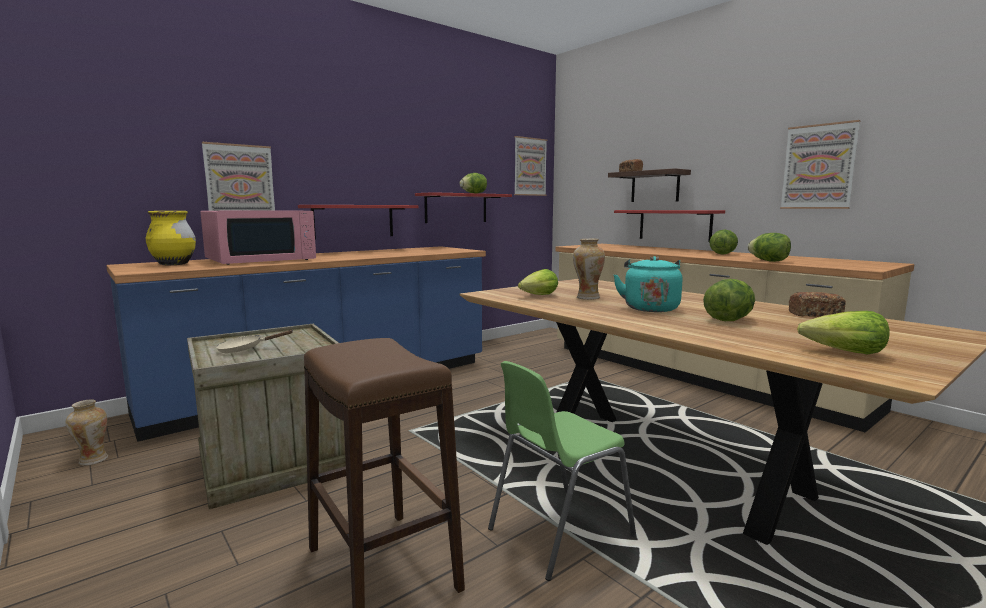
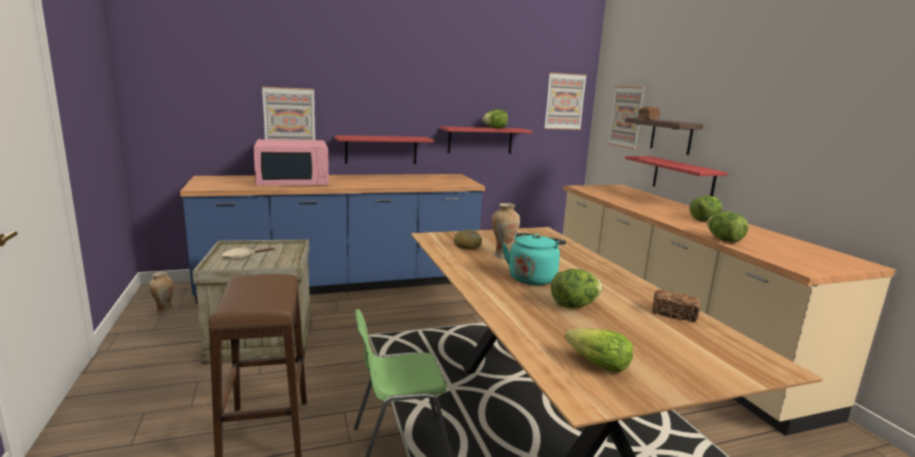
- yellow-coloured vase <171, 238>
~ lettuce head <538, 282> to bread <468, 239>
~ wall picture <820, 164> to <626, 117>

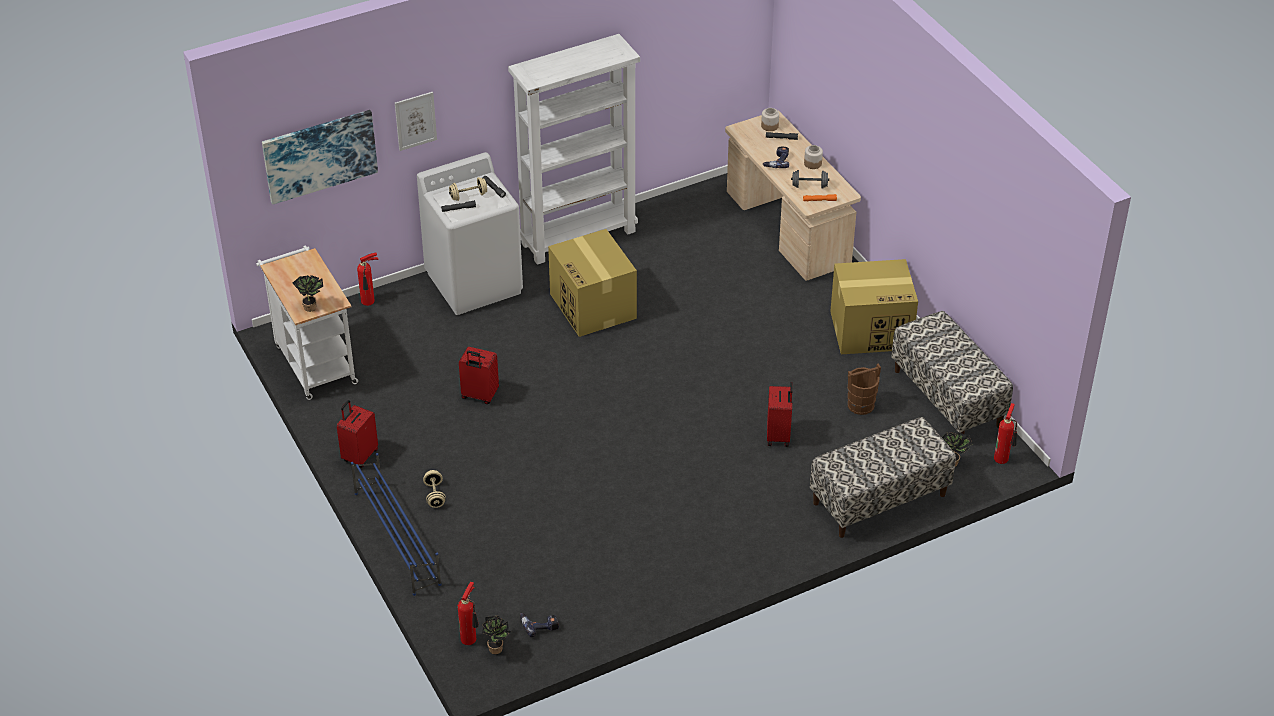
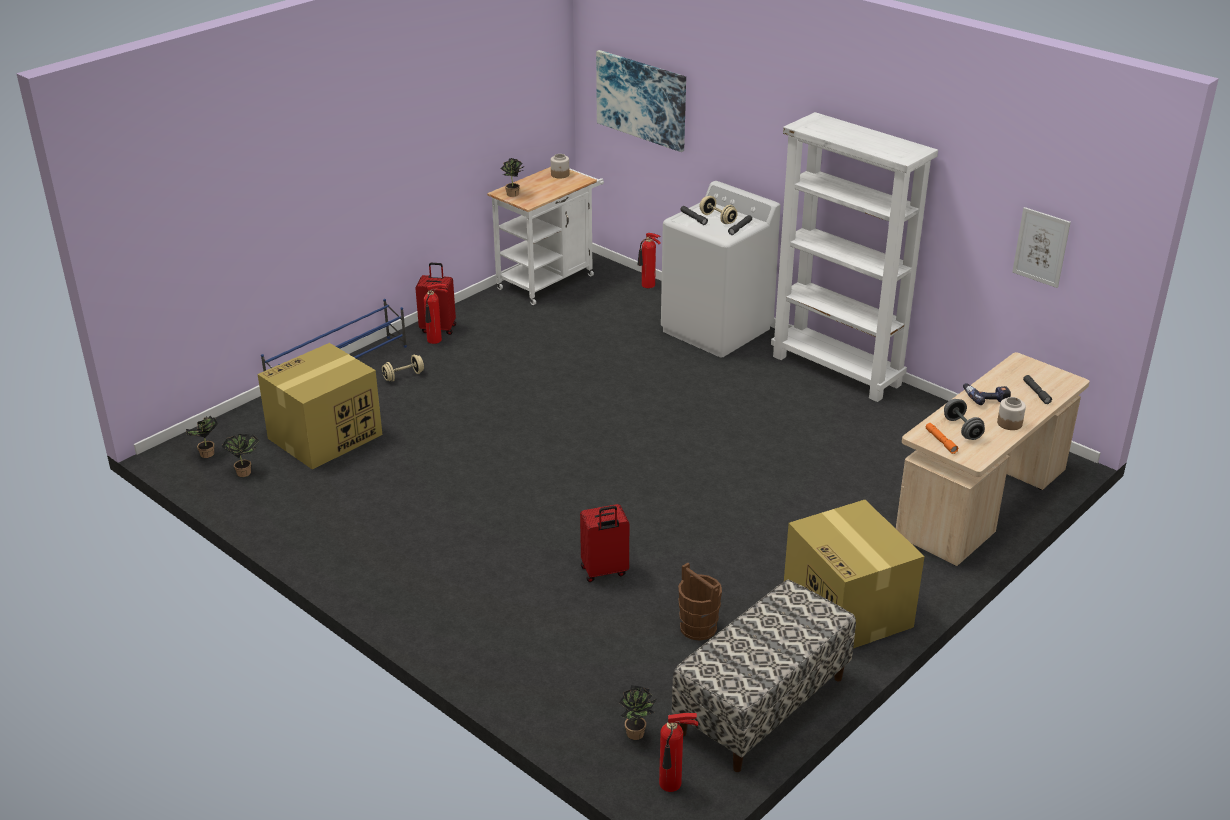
~ wall picture <416, 121> to <1041, 247>
~ extinguisher <468, 613> to <435, 314>
- red-coloured piece of luggage <479, 375>
~ drill <539, 625> to potted plant <240, 455>
~ cardboard box <592, 283> to <320, 406>
~ storage jar <770, 119> to <560, 166>
- bench <883, 477>

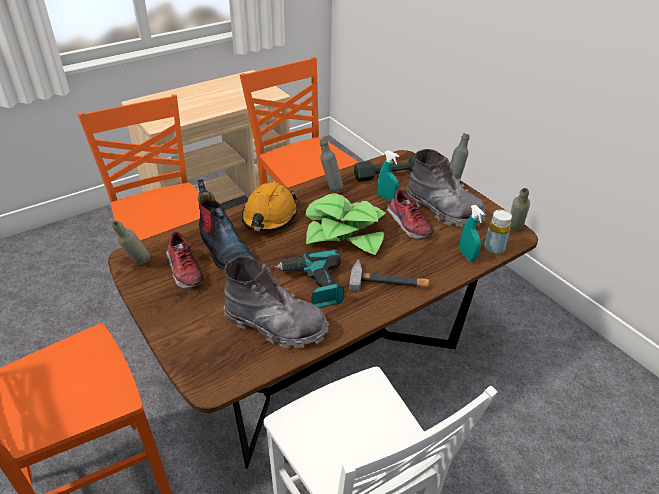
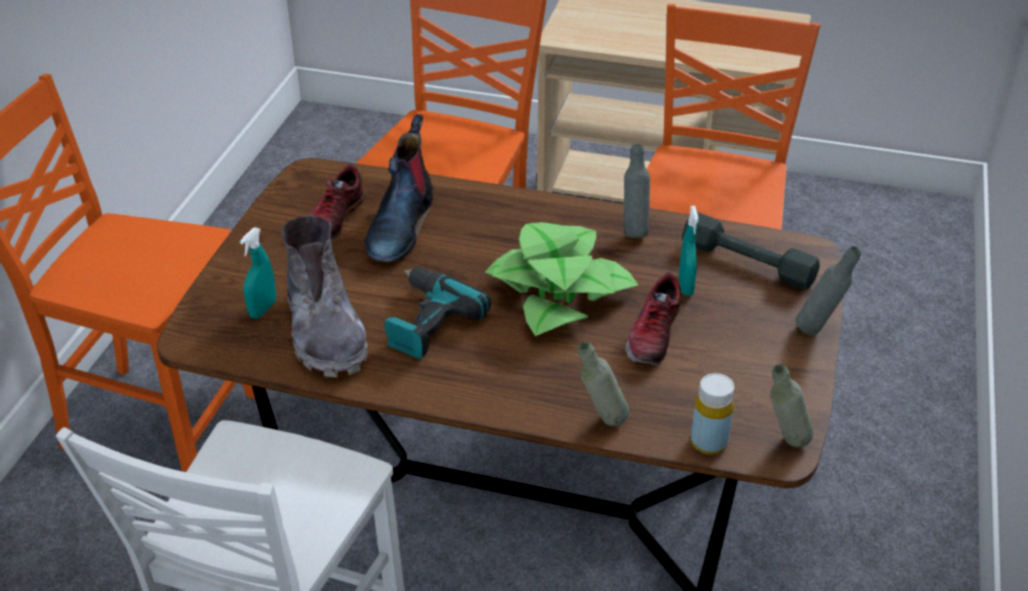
~ greyish beverage bottle <131, 243> to <603, 383>
- orange hard hat <270, 207>
- hammer <389, 275>
- greyish tall boot <446, 188>
~ turquoise-coloured hand sprayer <472, 233> to <258, 273>

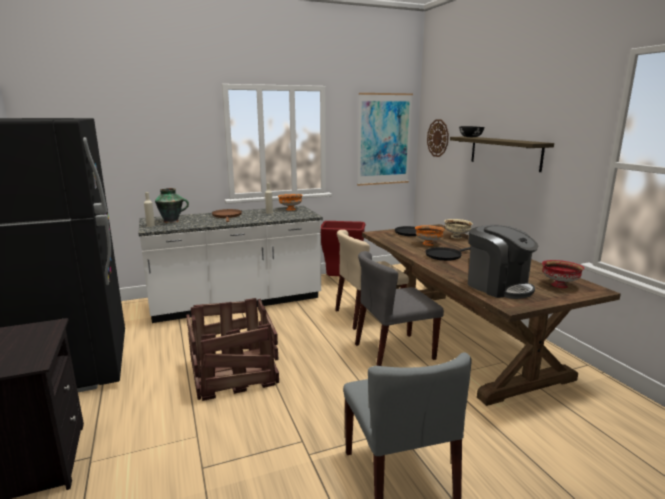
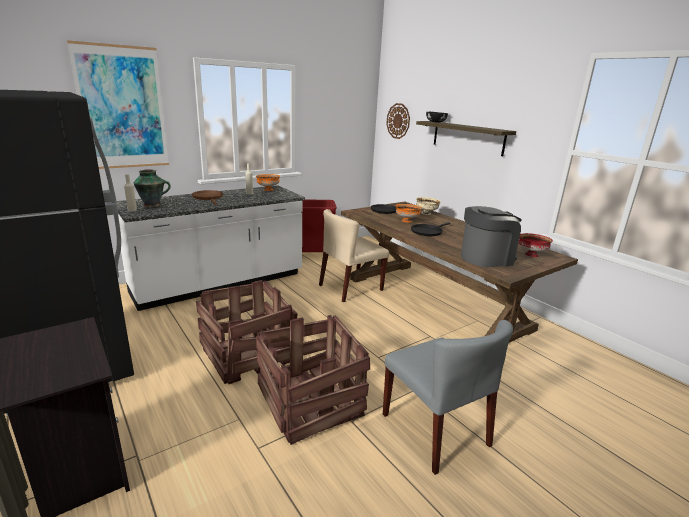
- greyish plain chair <399, 308>
~ wall picture <385, 139> to <118, 104>
~ coffee maker <503, 262> = <491, 236> 60 degrees counterclockwise
+ crate <313, 380>

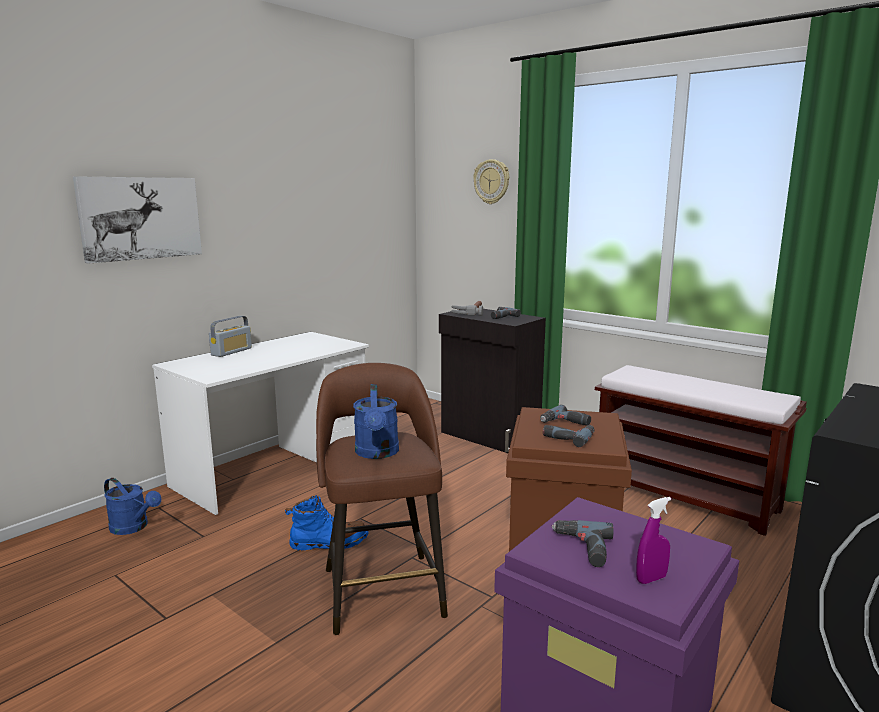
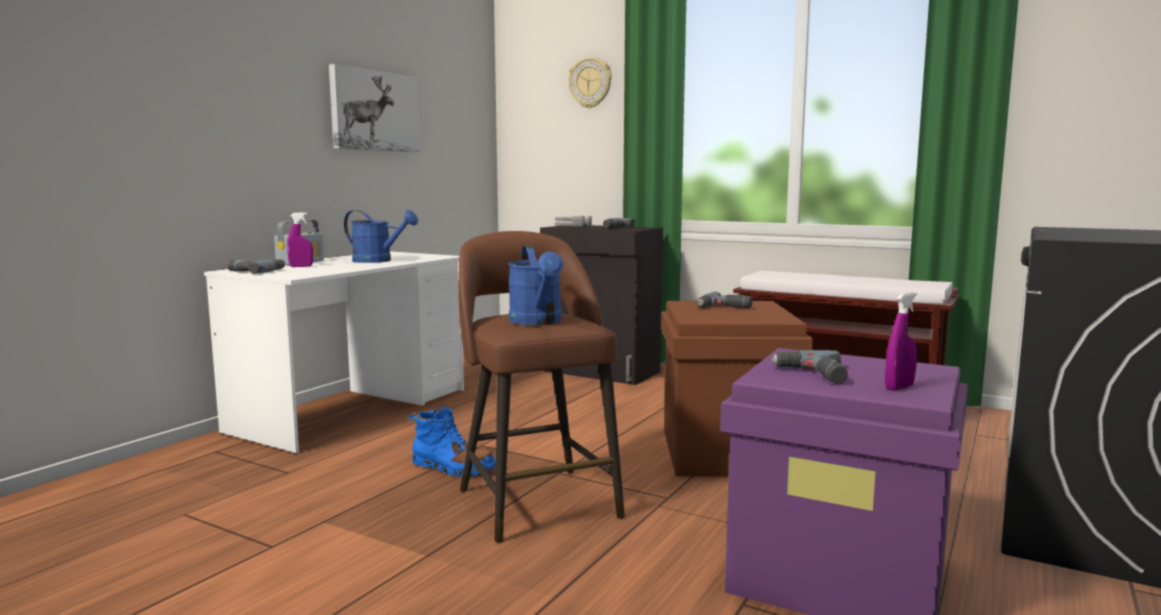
~ wall picture <137, 220> to <375, 108>
~ blue-coloured sprinkling can <132, 506> to <381, 236>
~ blue-coloured tall boot <327, 522> = <452, 440> 45 degrees clockwise
~ drill <569, 436> to <256, 266>
+ purple hand sprayer <300, 239>

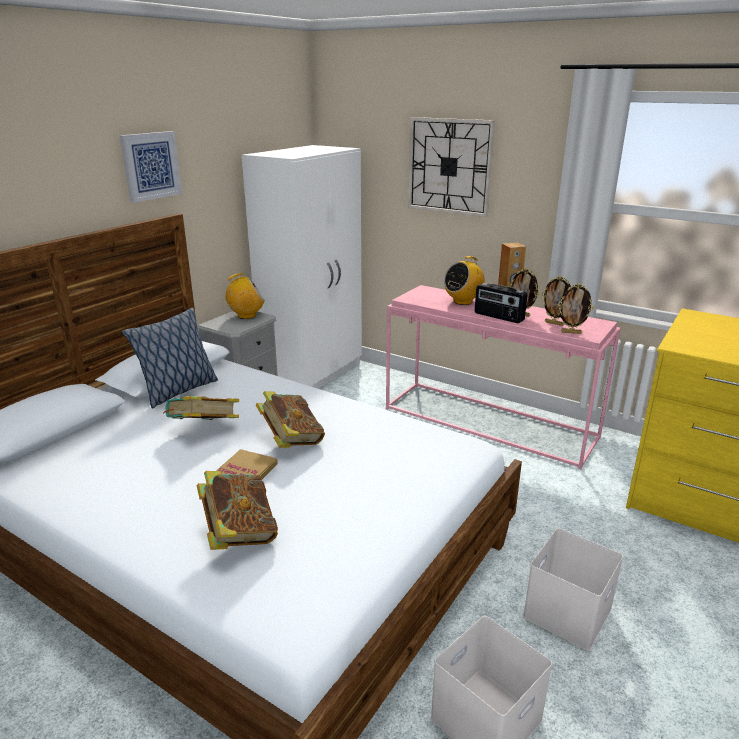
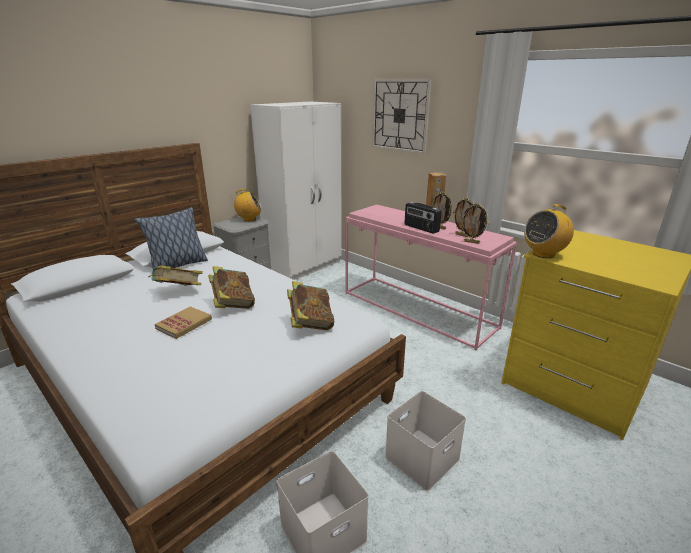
- wall picture <151, 167>
~ volume <237, 510> to <310, 305>
~ radio <464, 280> to <549, 231>

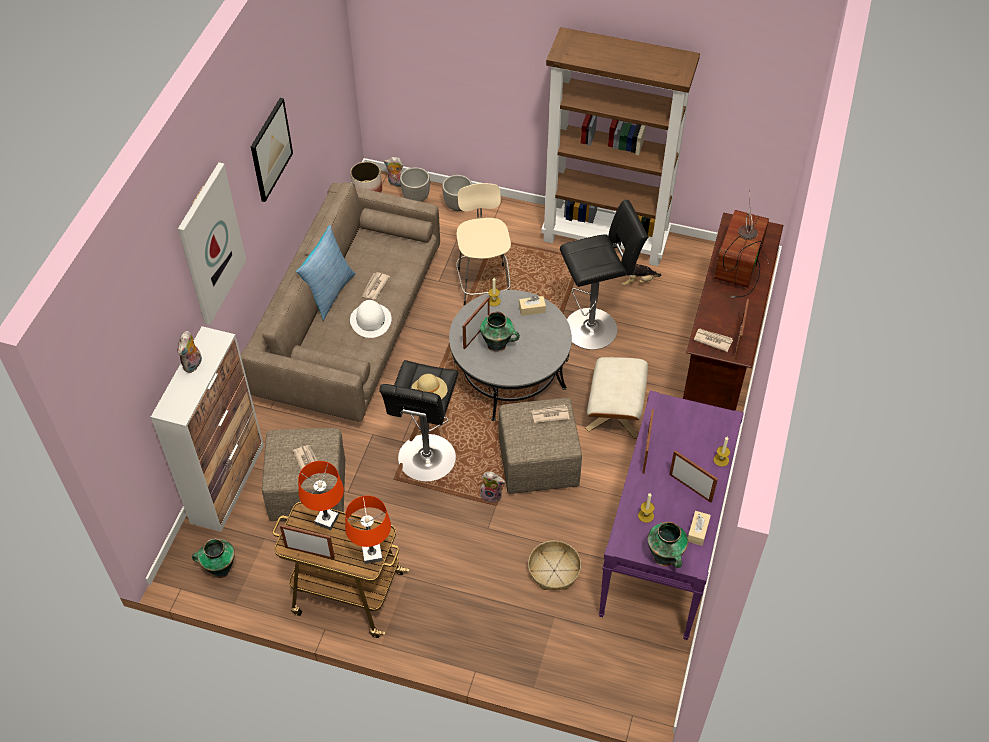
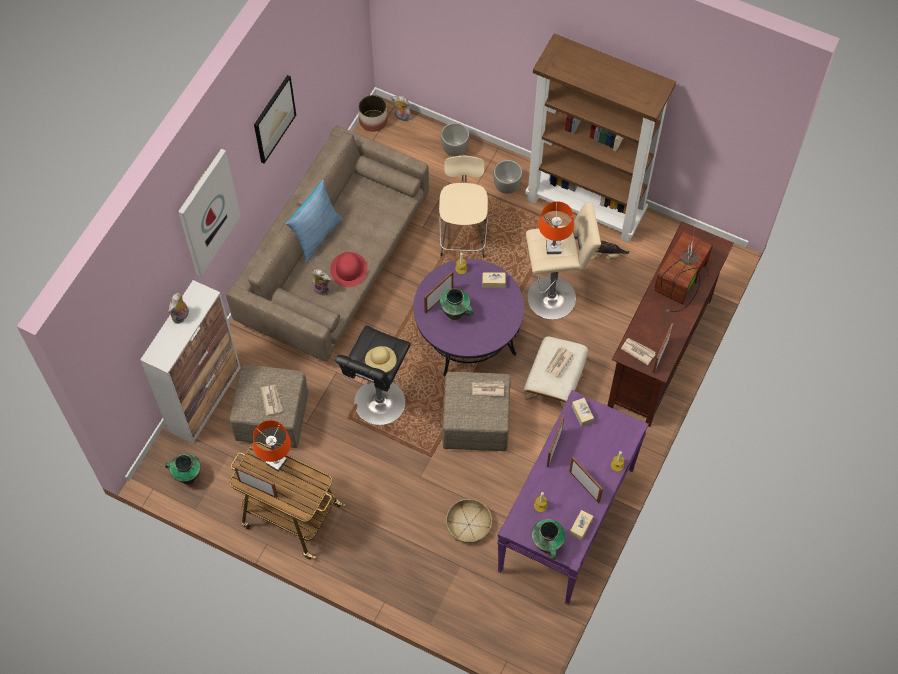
~ orange lamp for a table <368, 530> to <556, 227>
~ whitish clothing hat <370, 319> to red-coloured clothing hat <349, 269>
~ newspaper <376, 285> to <559, 362>
~ planter <415, 184> to <507, 177>
~ greyish coffee table <510, 355> to purple coffee table <468, 317>
~ soft toy <492, 487> to <321, 282>
~ black-coloured sitting stool <604, 275> to beige sitting stool <563, 261>
+ beige box of tissues <583, 412>

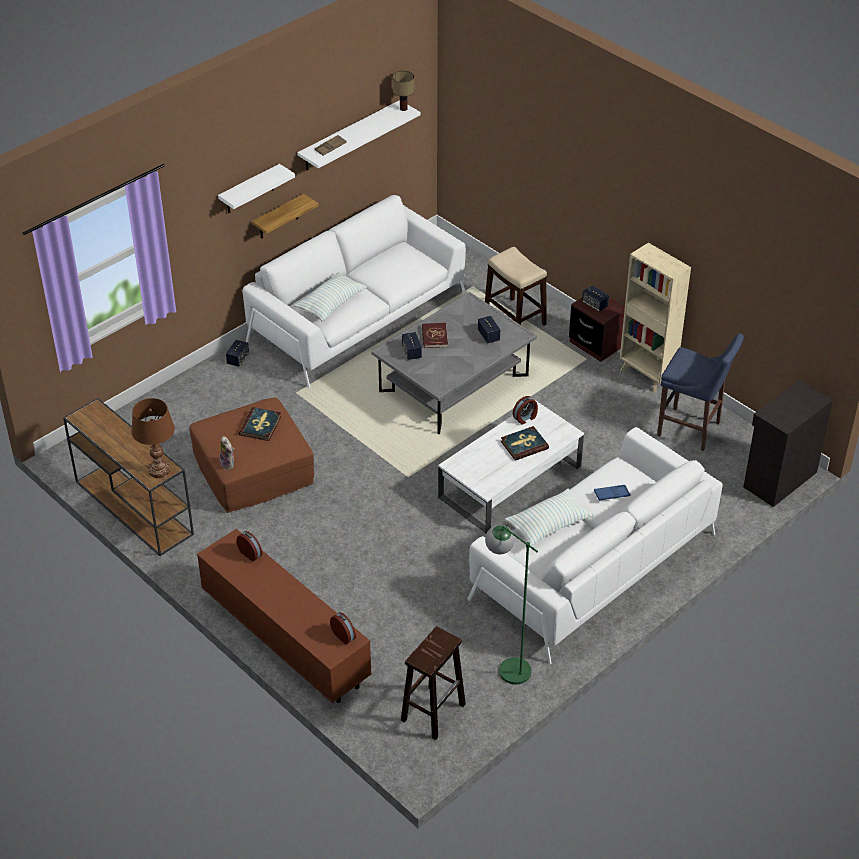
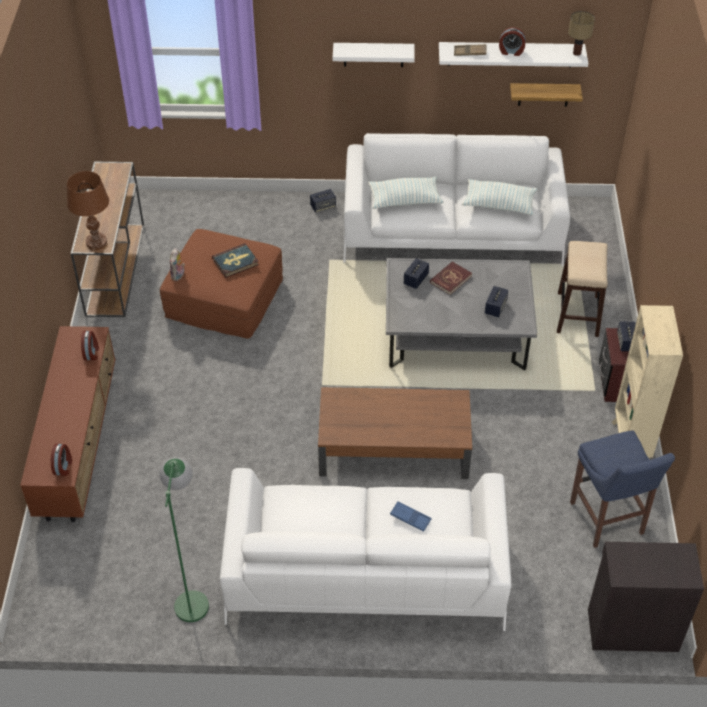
~ bracket shelf <285, 216> to <546, 94>
- brownish sitting stool <433, 683>
~ whitish coffee table <511, 467> to brownish coffee table <395, 433>
- volume <525, 443>
~ throw pillow <549, 517> to <499, 197>
~ bedside clock <525, 410> to <512, 41>

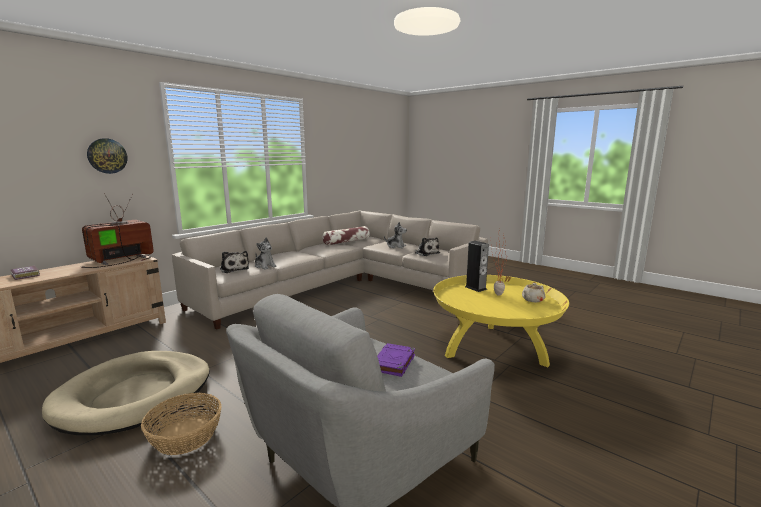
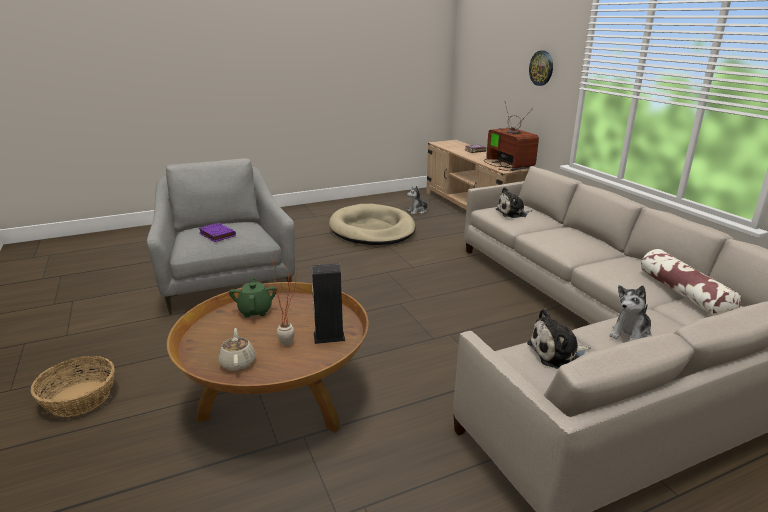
~ basket <181, 424> to <73, 386>
~ soft toy <266, 253> to <419, 200>
~ yellow-coloured coffee table <501, 321> to brownish coffee table <268, 357>
+ greenish pot for tea <252, 298>

